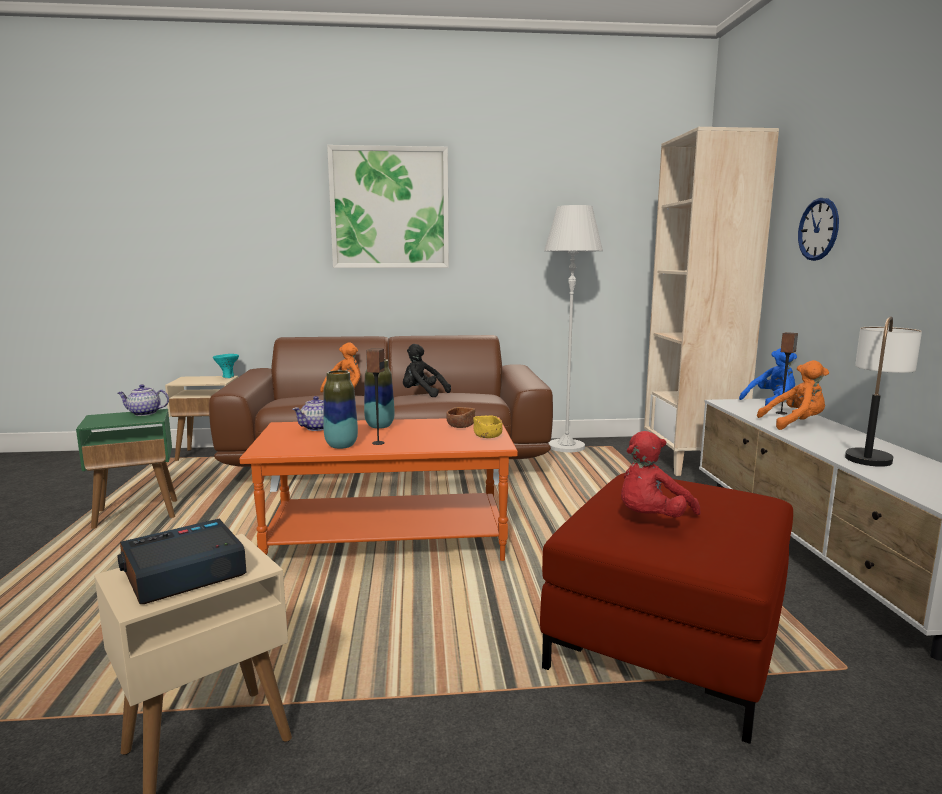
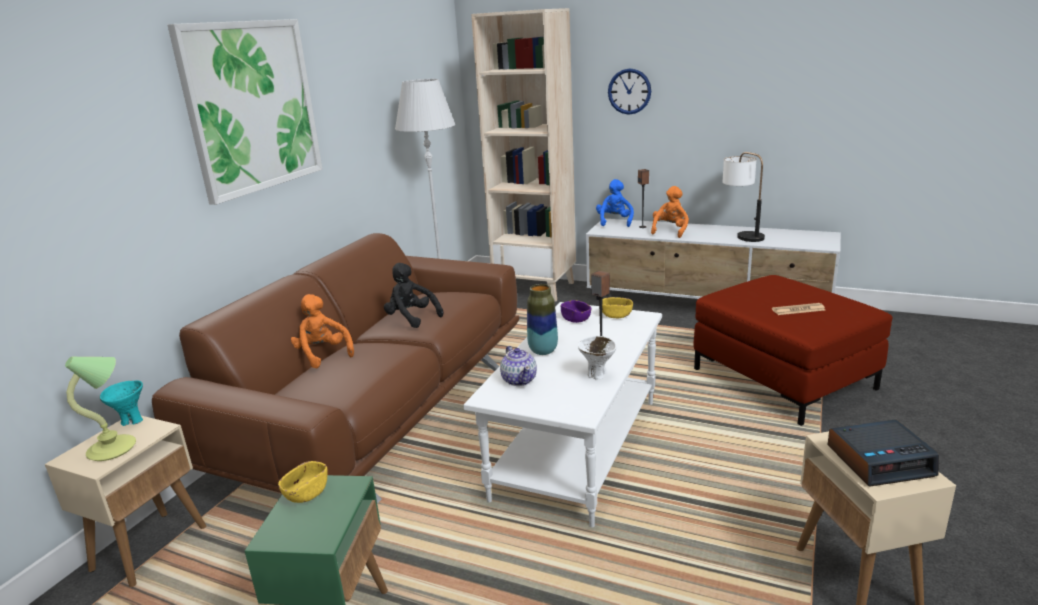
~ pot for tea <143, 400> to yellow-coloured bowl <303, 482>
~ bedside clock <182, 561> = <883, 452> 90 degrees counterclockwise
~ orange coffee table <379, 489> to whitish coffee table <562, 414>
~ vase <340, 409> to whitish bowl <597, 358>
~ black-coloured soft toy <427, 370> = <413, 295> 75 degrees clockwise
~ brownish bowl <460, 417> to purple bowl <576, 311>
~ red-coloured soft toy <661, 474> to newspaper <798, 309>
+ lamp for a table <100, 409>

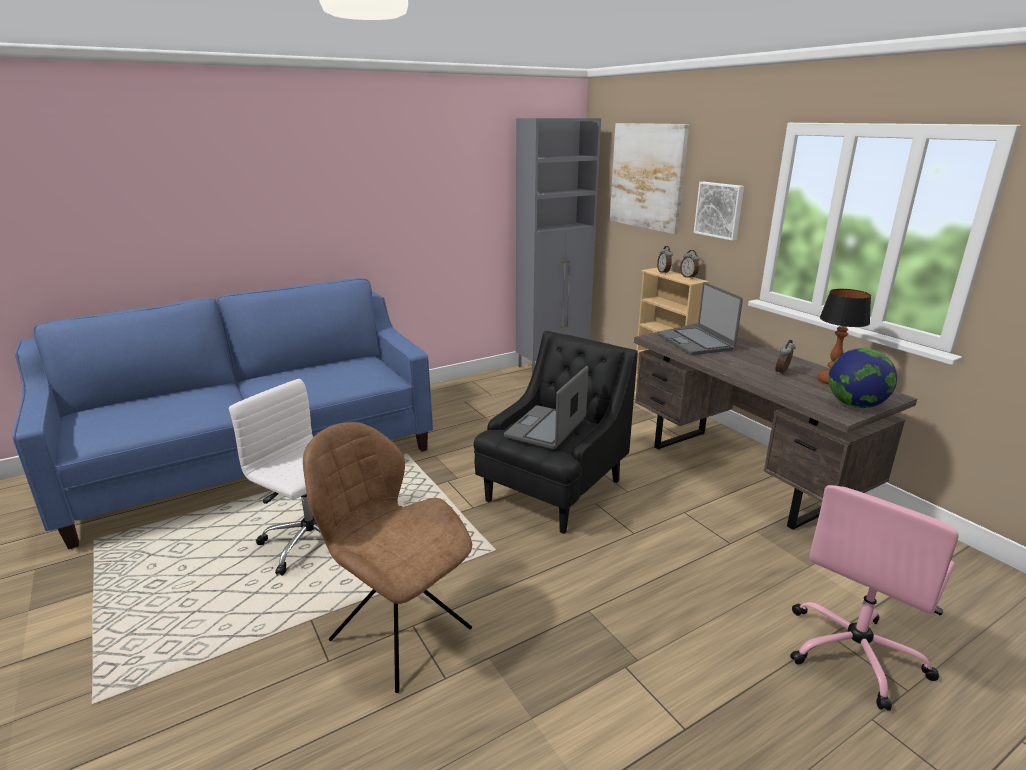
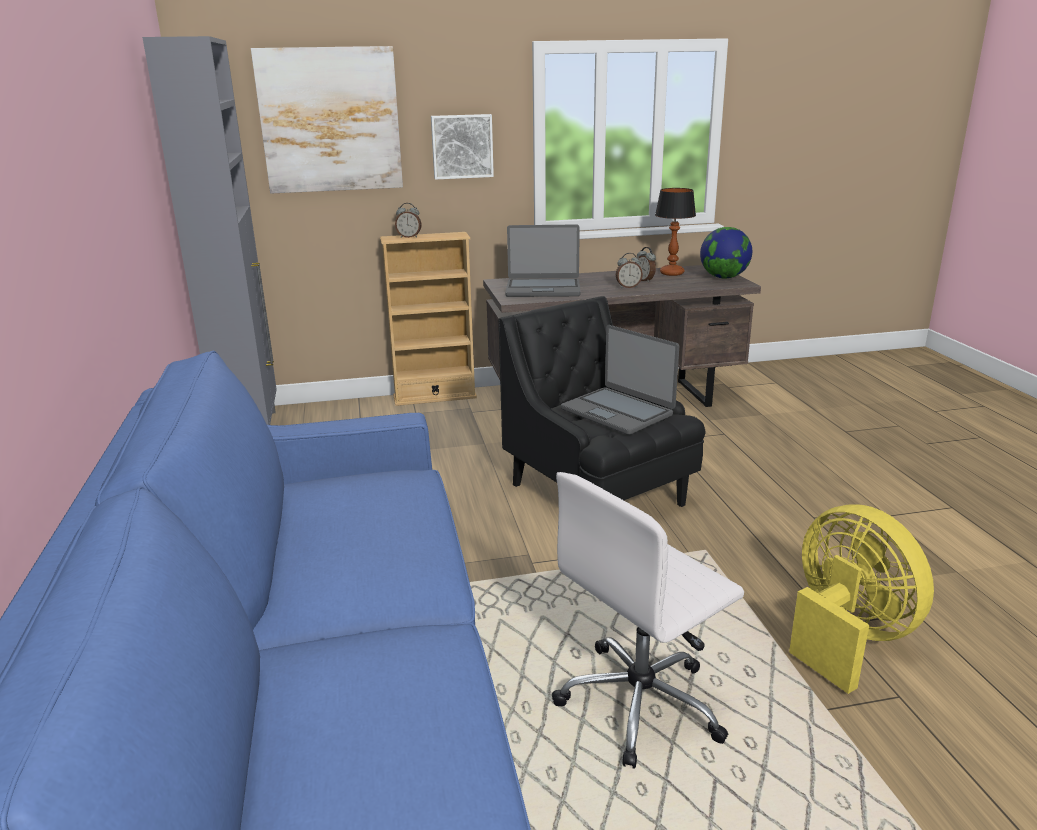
~ brownish plain chair <387, 557> to yellow-coloured cooling fan <861, 599>
~ bedside clock <689, 264> to <629, 270>
- pink desk chair <874, 598>

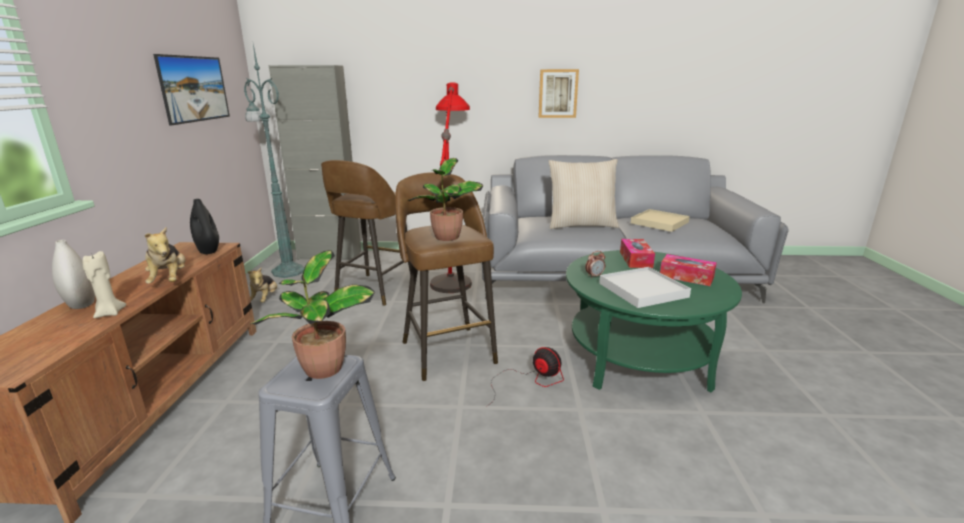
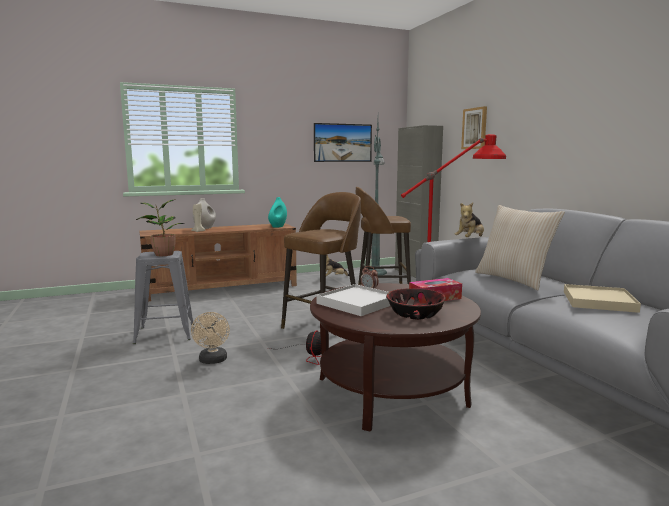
~ soft toy <165, 255> to <469, 220>
~ black-coloured vase <204, 226> to turquoise-coloured vase <277, 212>
- potted plant <445, 199>
~ wall picture <558, 93> to <474, 127>
~ greenish coffee table <654, 321> to brownish coffee table <395, 357>
~ box of tissues <688, 270> to bowl <416, 304>
+ beige cooling fan <210, 338>

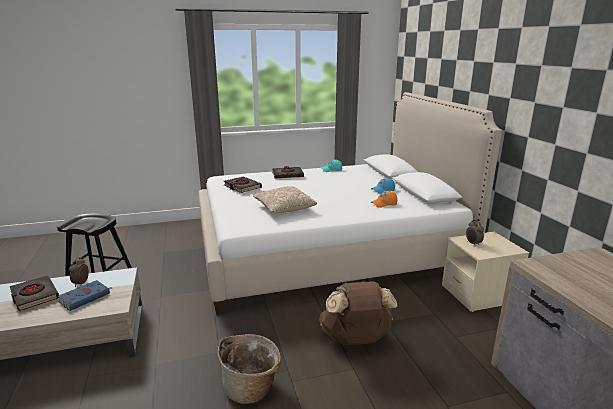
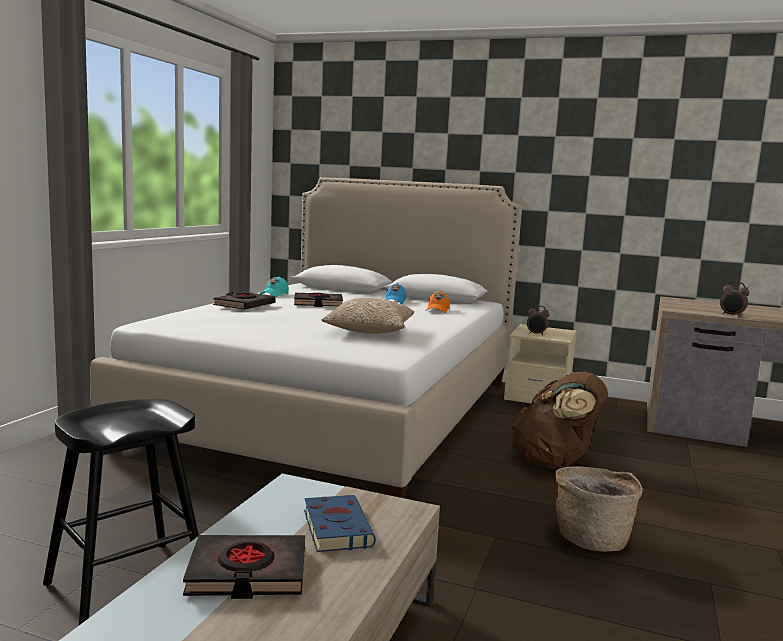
~ bedside clock <79, 272> to <735, 299>
~ black-coloured volume <243, 184> to <318, 300>

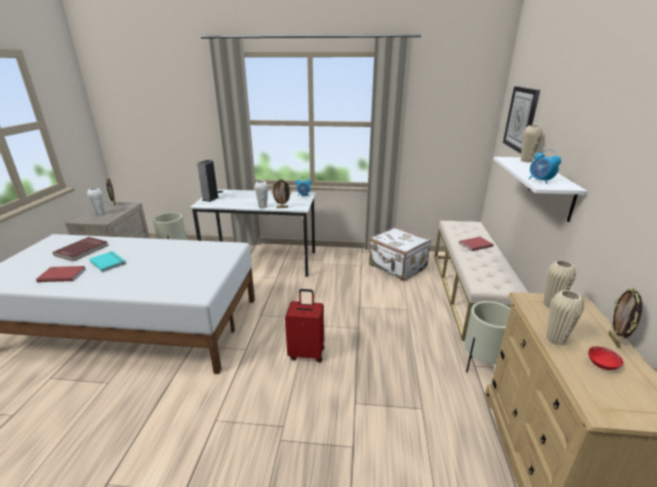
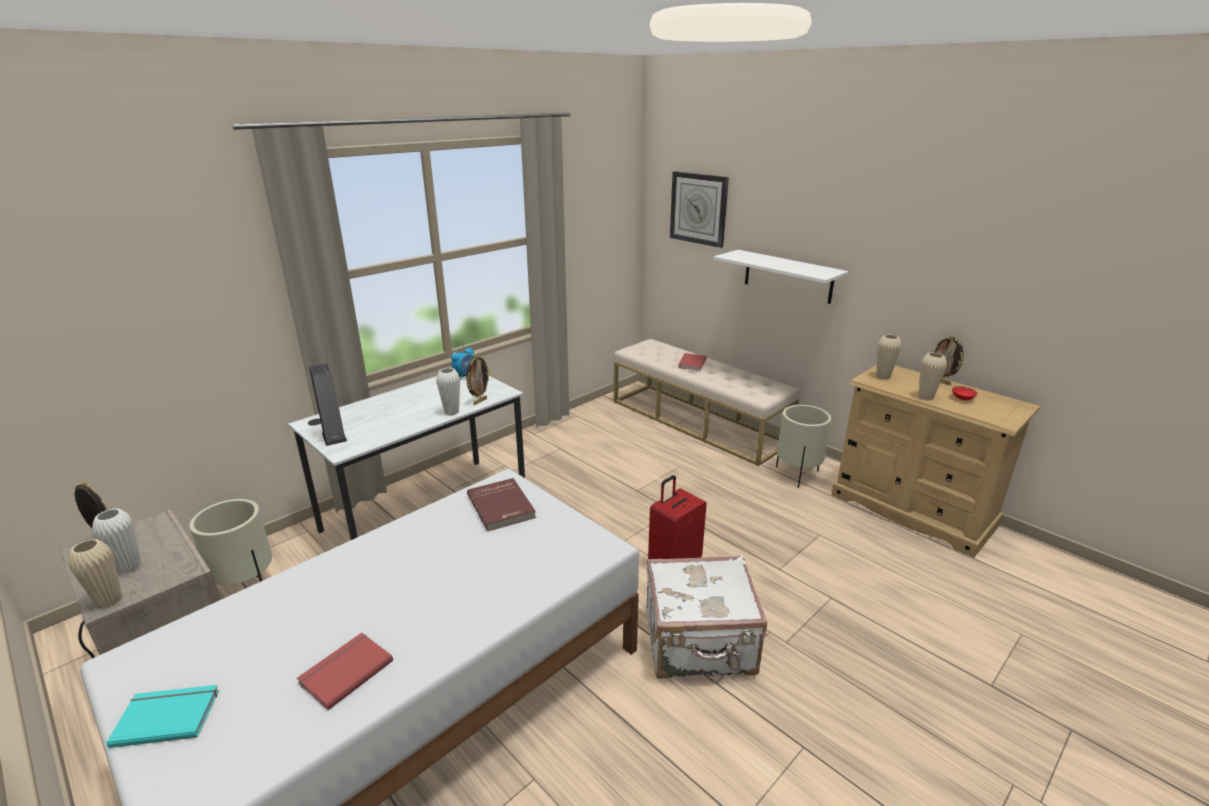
~ red-coloured volume <80, 249> to <501, 504>
~ turquoise-coloured volume <107, 261> to <163, 716>
~ whitish piece of luggage <400, 254> to <706, 617>
~ beige vase <532, 143> to <95, 574>
- bedside clock <545, 166>

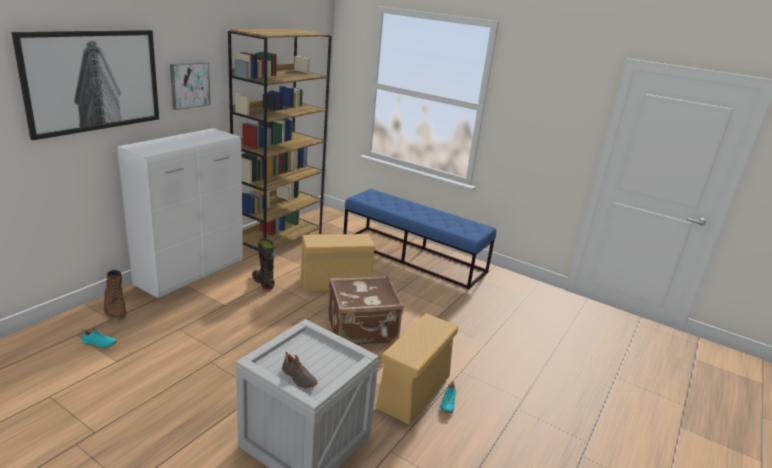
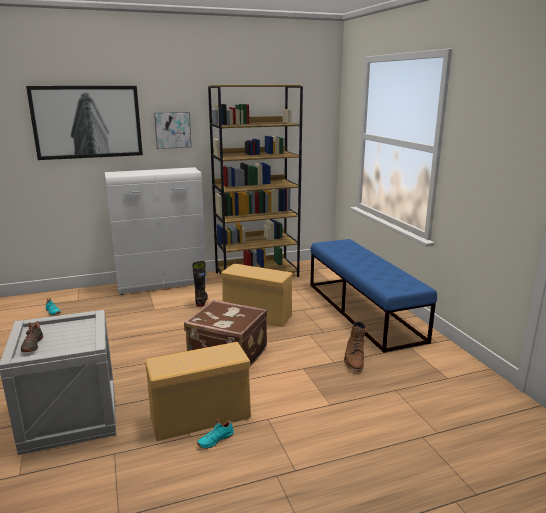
~ brownish tall boot <115, 294> to <355, 346>

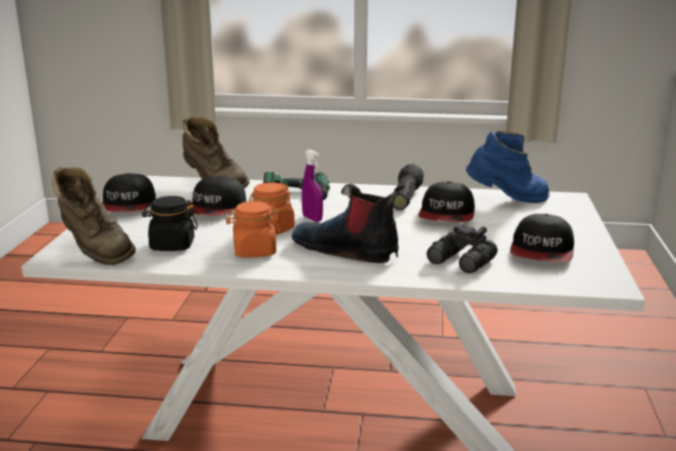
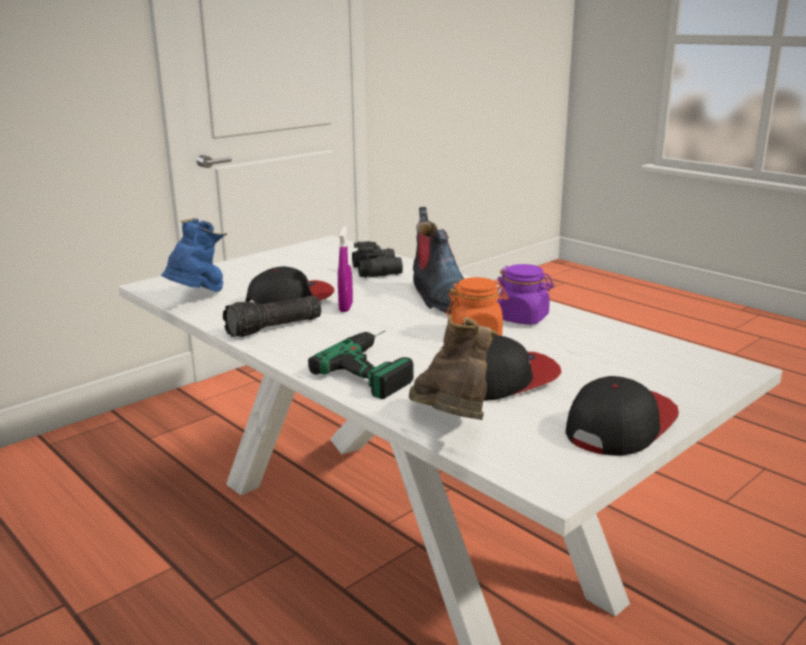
- brownish tall boot <94, 216>
- black-coloured storage jar <170, 223>
~ orange storage jar <253, 229> to purple storage jar <525, 294>
~ purple hand sprayer <312, 185> to <345, 269>
~ blue-coloured tall boot <508, 167> = <194, 255> 60 degrees clockwise
- cap <542, 238>

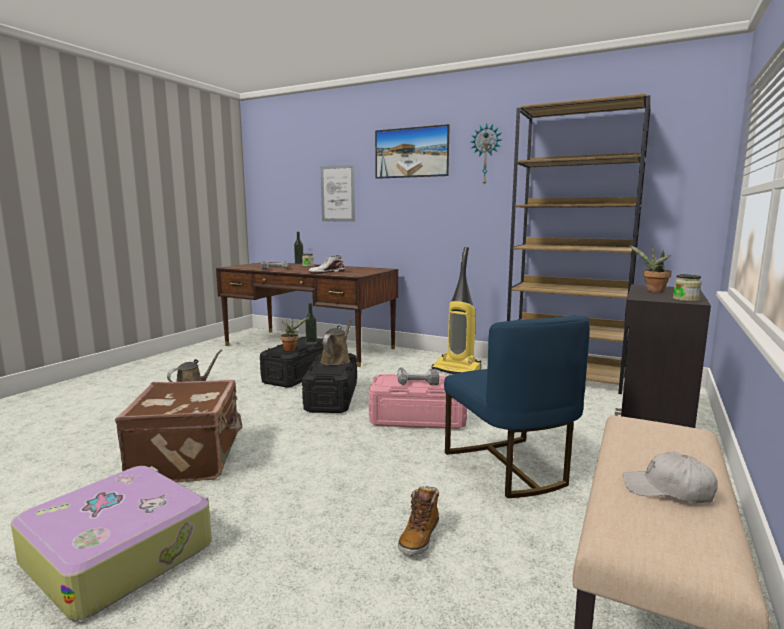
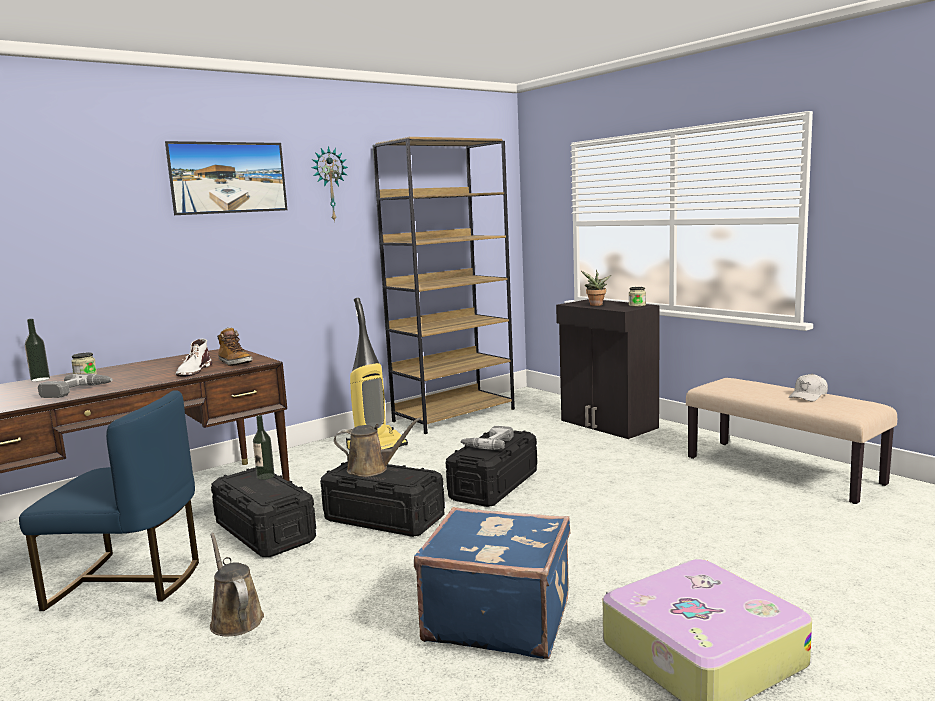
~ brownish piece of luggage <178, 431> to blue-coloured piece of luggage <492, 583>
- potted plant <294, 334>
~ brownish sprinkling can <336, 341> = <377, 447> 135 degrees clockwise
- wall picture <338, 193>
~ pink storage box <418, 401> to black-coloured storage box <491, 468>
~ tall boot <418, 521> to <234, 347>
~ blue-coloured plain chair <517, 406> to <109, 500>

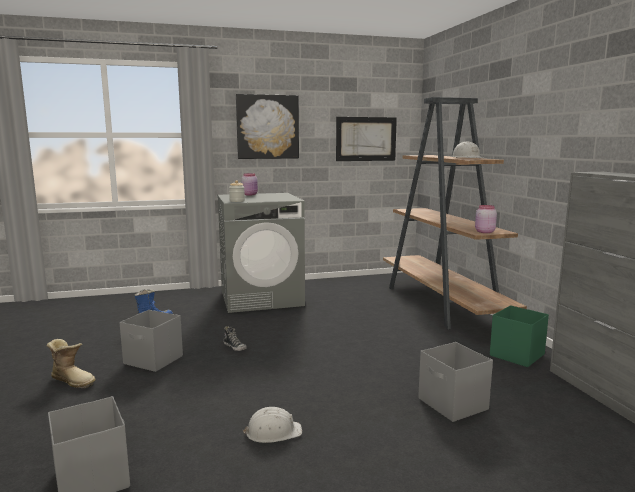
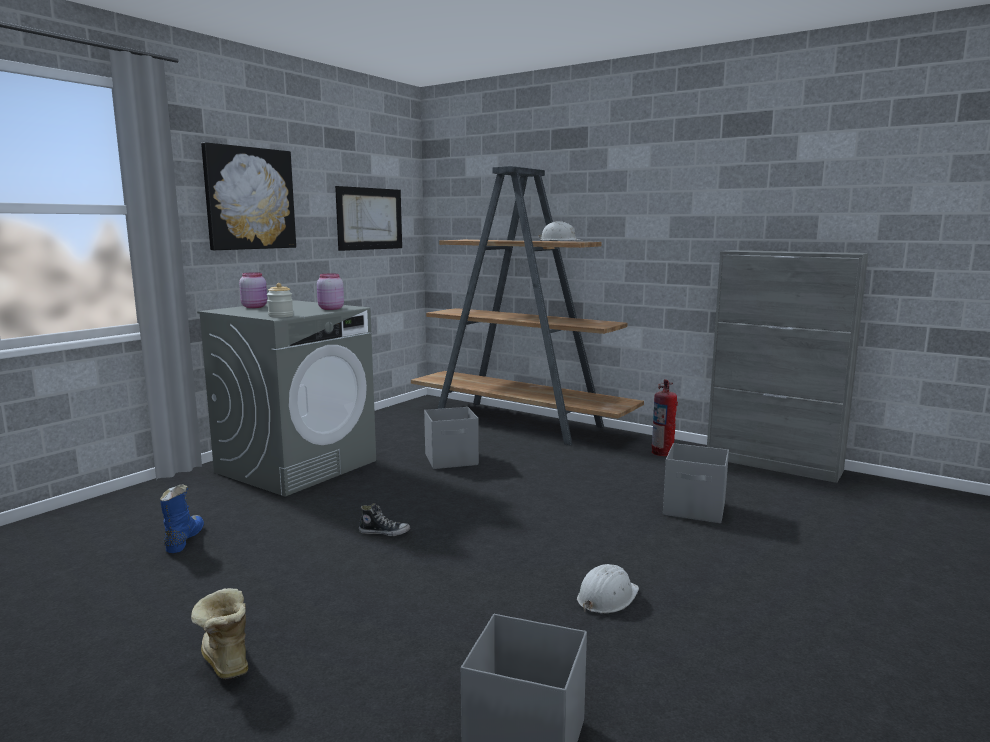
~ tall boot <71, 363> = <219, 634> 105 degrees counterclockwise
~ greyish storage box <151, 341> to <451, 438>
~ pink storage jar <486, 219> to <330, 292>
~ greenish storage box <519, 336> to extinguisher <664, 418>

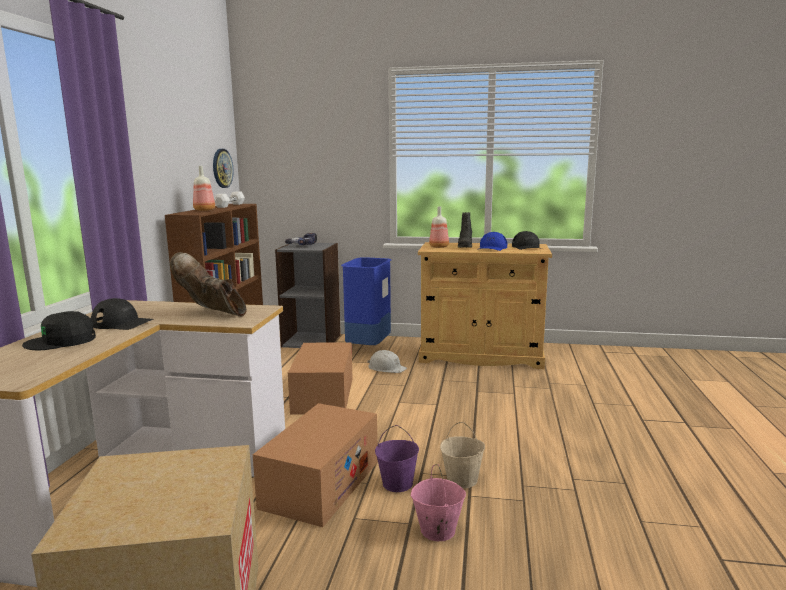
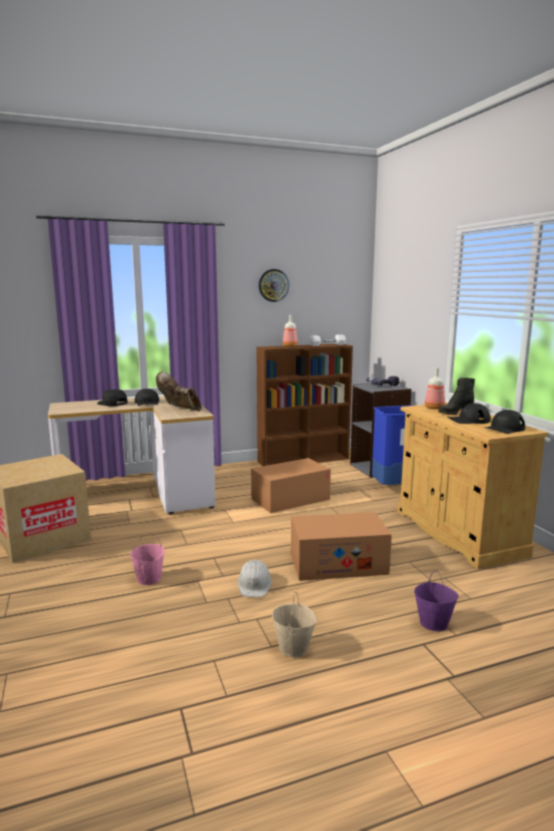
~ brownish tall boot <208, 284> = <179, 391> 60 degrees counterclockwise
~ hanging clock <223, 168> to <273, 285>
~ cardboard box <315, 465> to <341, 546>
~ whitish hard hat <387, 361> to <255, 578>
~ purple pail <397, 458> to <436, 601>
~ beige pail <462, 455> to <294, 624>
~ blue-coloured cap <493, 241> to black-coloured cap <469, 413>

